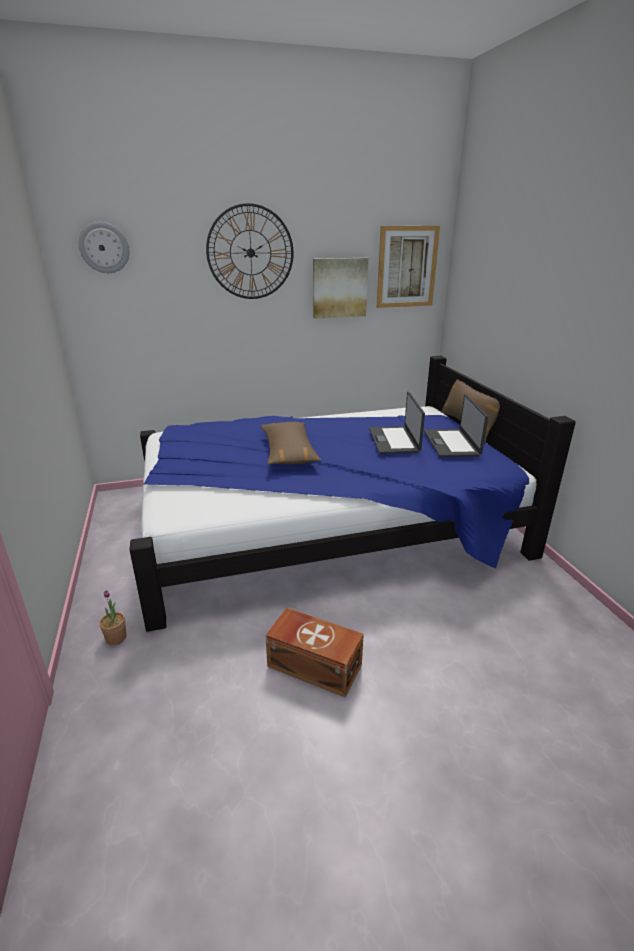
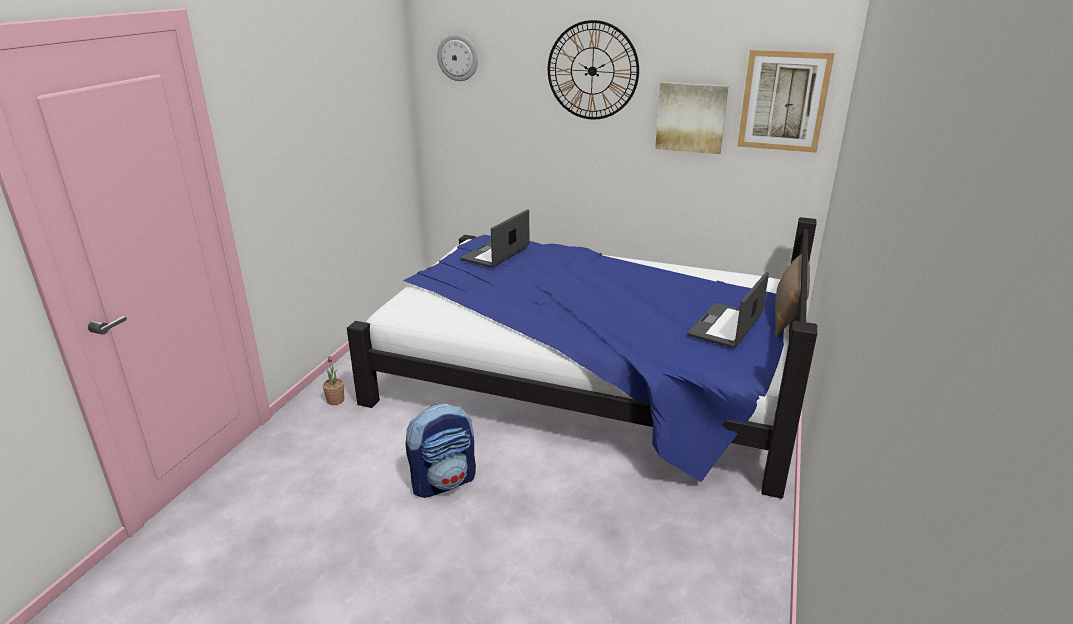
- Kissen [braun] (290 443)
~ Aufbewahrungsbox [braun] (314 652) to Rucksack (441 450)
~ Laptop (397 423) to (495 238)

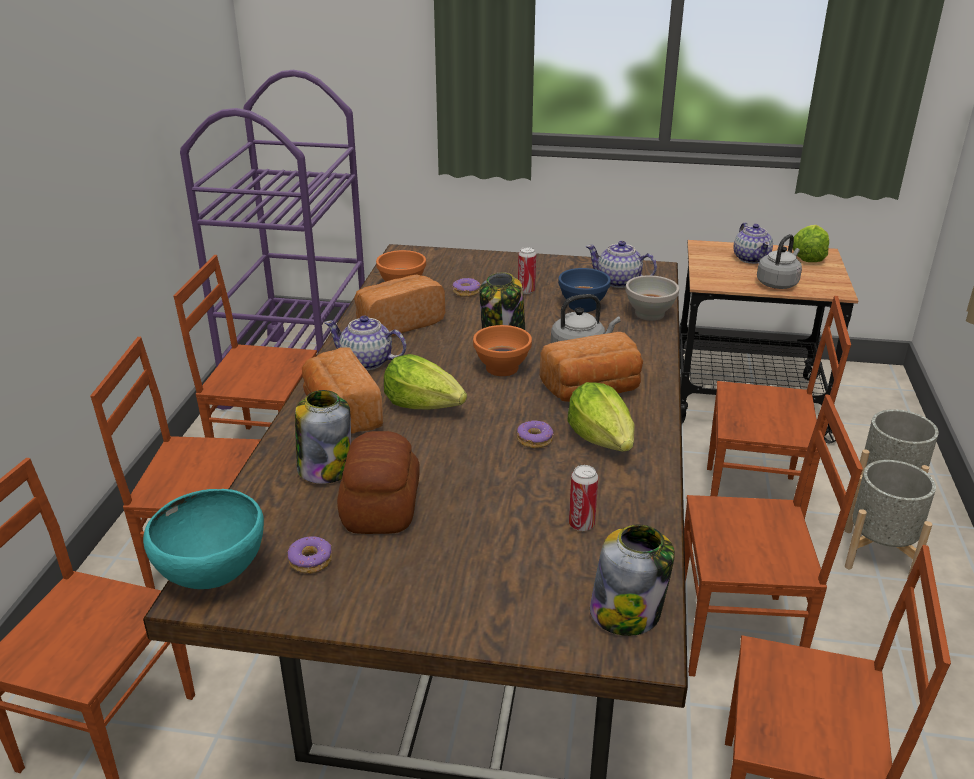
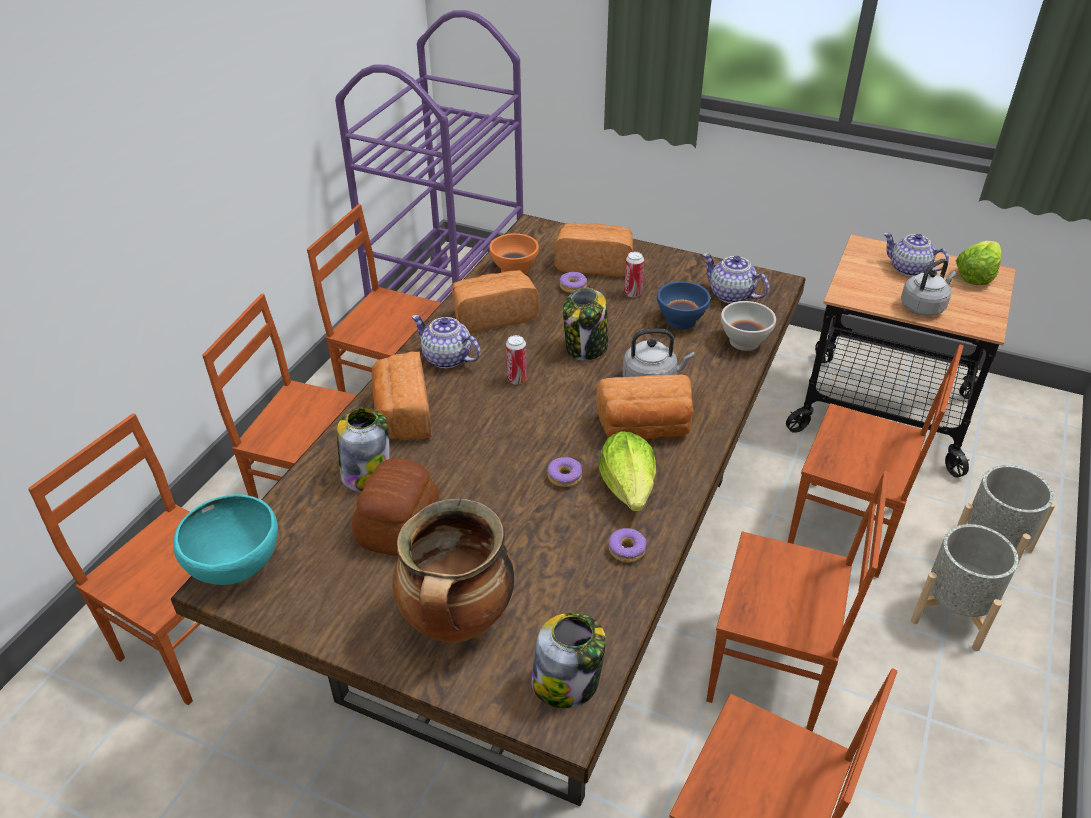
~ Donut (310 555) to (627 545)
- Salatkopf (425 381)
- Schüssel [orange] (502 350)
~ Dose (583 498) to (516 359)
~ Teekanne (753 243) = (916 255) 120 degrees clockwise
+ Kochtopf (453 570)
+ Brot (593 249)

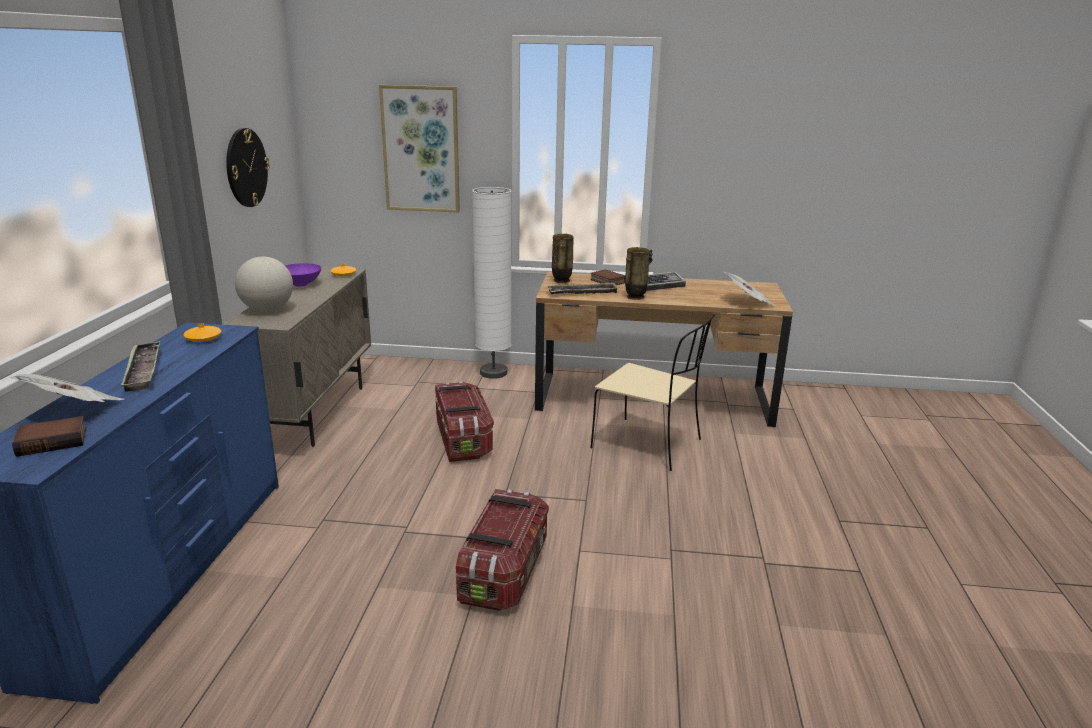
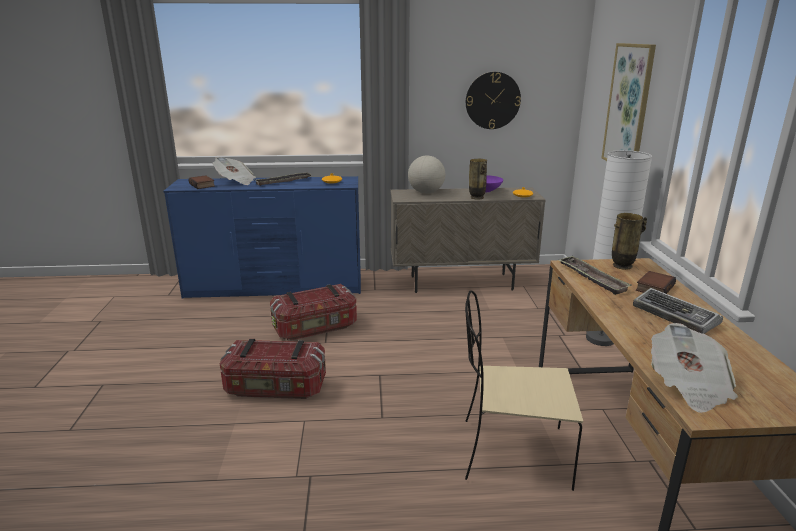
~ Aufbewahrungsbox (464 421) to (313 312)
~ Stuhl [beige] (652 392) = (524 390) 75 degrees clockwise
~ Vase (639 273) to (478 179)

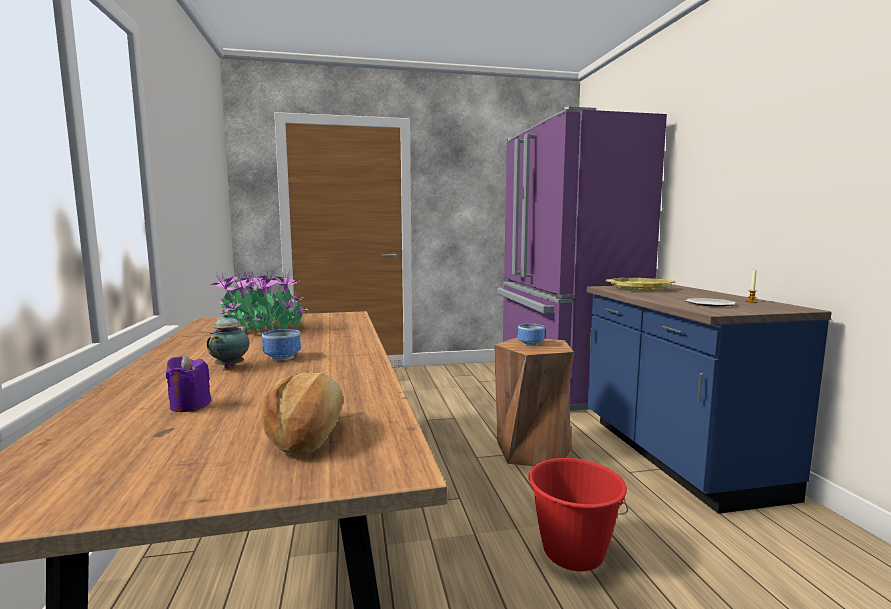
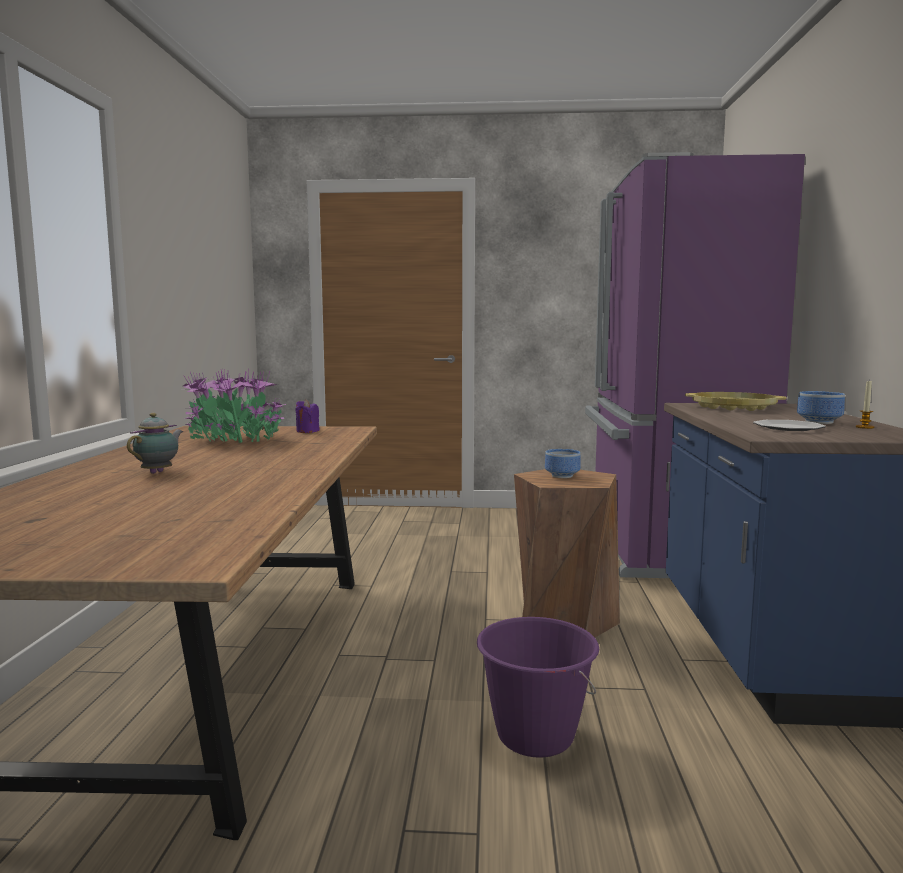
~ Kerze [lila] (188 383) to (307 416)
- Brot (302 414)
~ Schüssel (281 345) to (821 407)
~ Eimer [rot] (578 514) to Eimer [lila] (538 687)

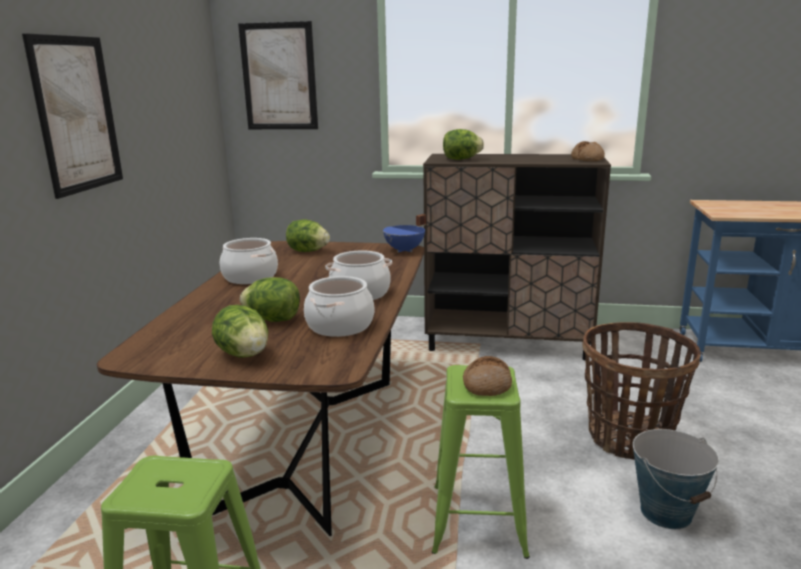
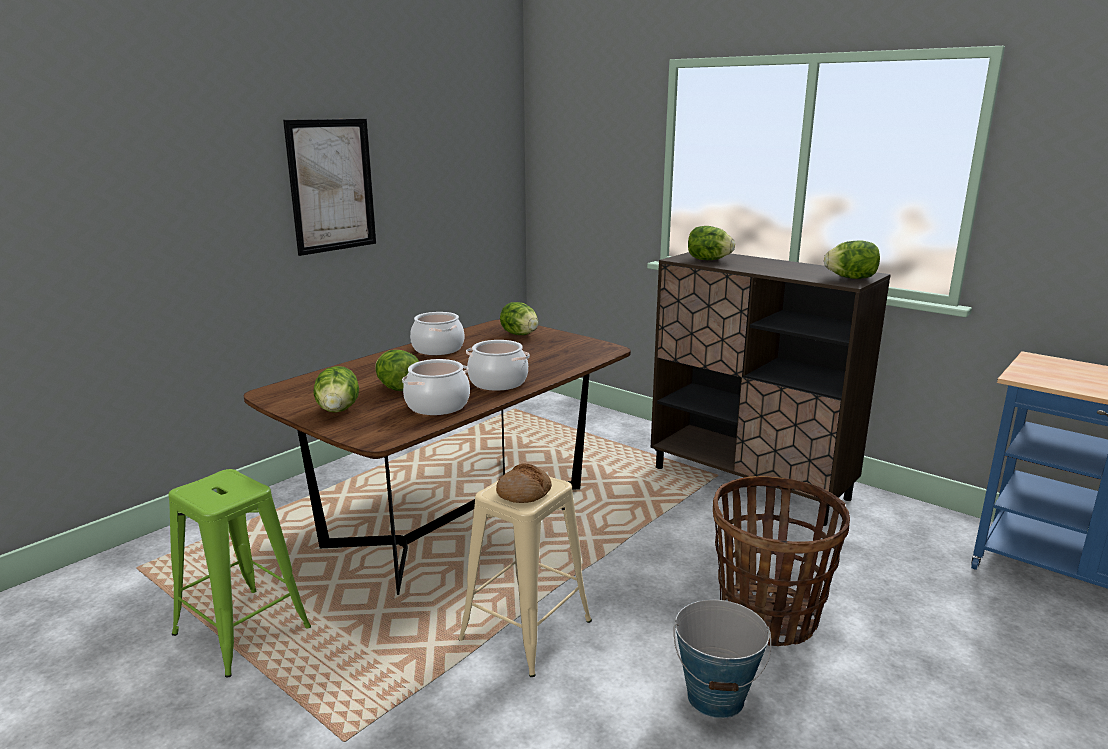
- Bild (278 75)
- Kochtopf [blau] (404 233)
~ Hocker [grün] (481 462) to Hocker [beige] (525 577)
~ Brot (588 151) to Salatkopf (852 260)

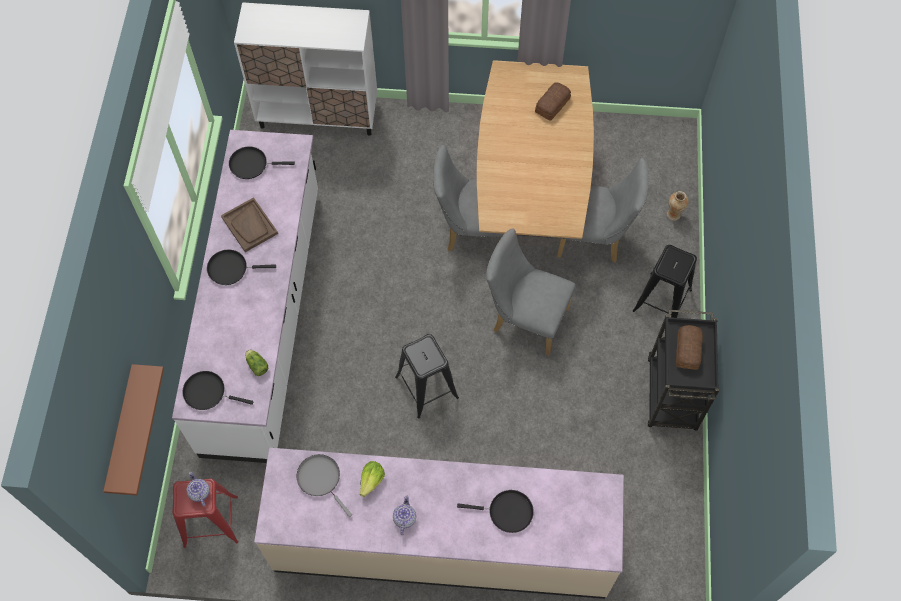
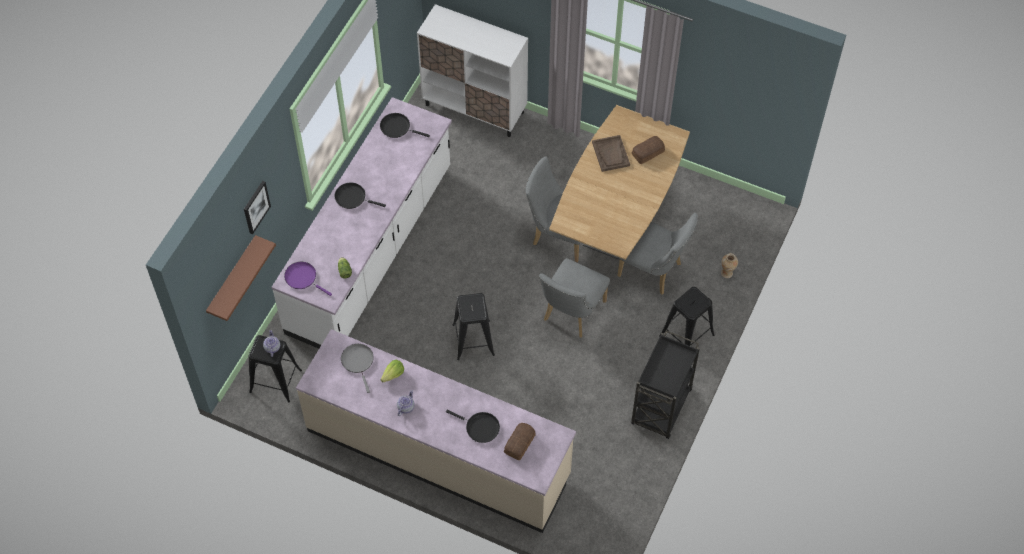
~ Hocker [rot] (205 513) to Hocker [schwarz] (275 368)
~ Pfanne [schwarz] (217 390) to Pfanne [lila] (308 279)
~ Tablett [braun] (249 224) to (611 153)
~ Stuhl [grau] (531 291) = (574 298) 105 degrees counterclockwise
~ Brot (689 347) to (519 441)
+ Bild (257 207)

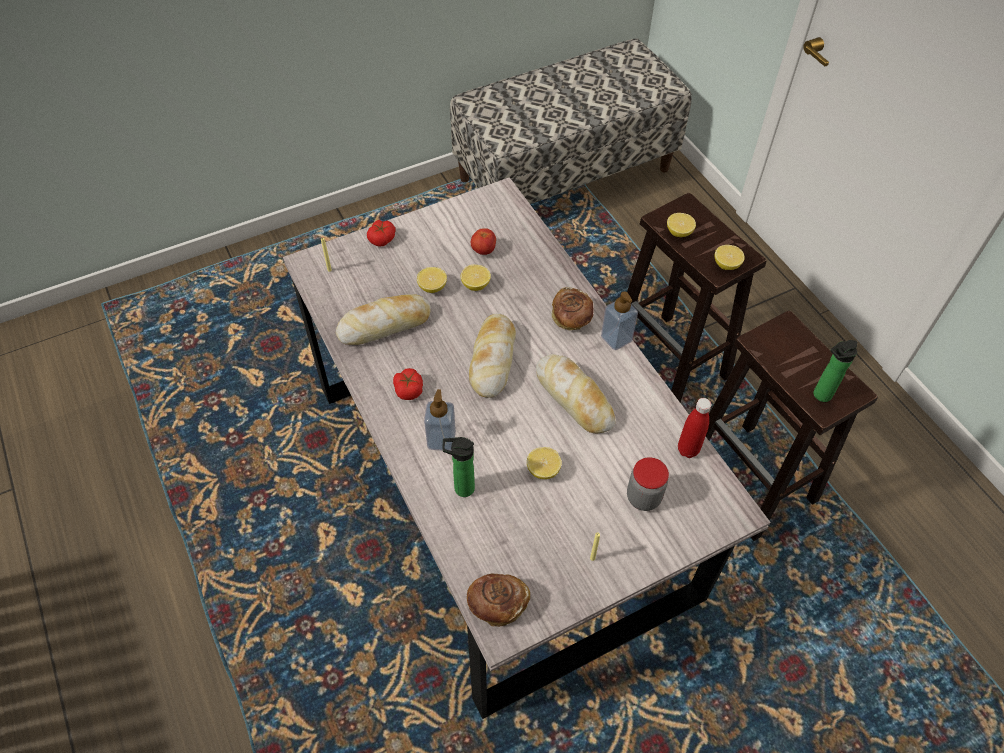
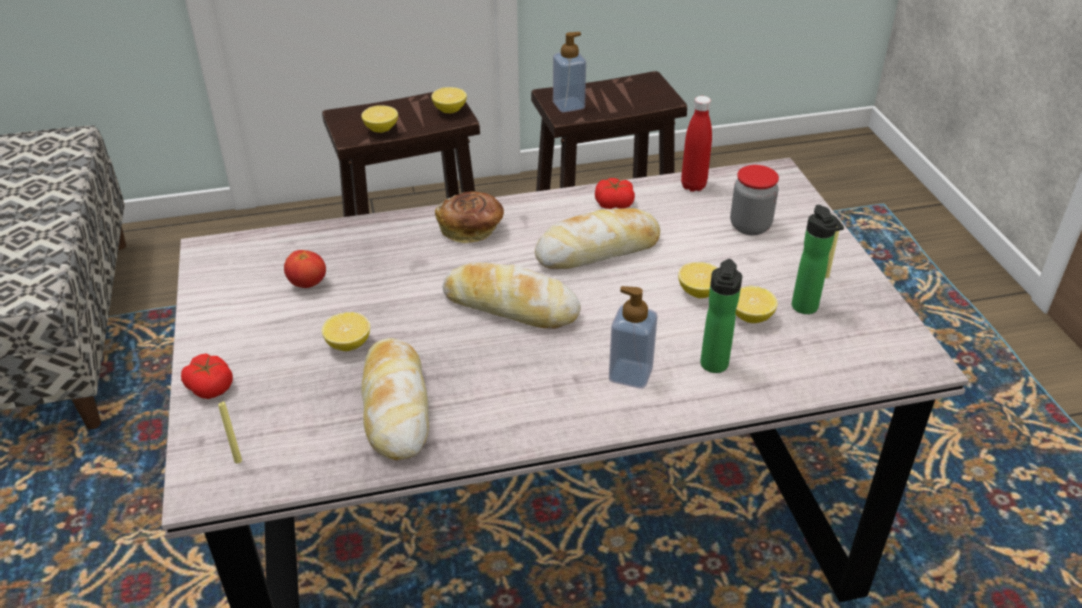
~ Tomate (408 384) to (615 193)
~ Zitrone (476 278) to (757 304)
- Brot (498 600)
~ Seifenspender (619 320) to (569 72)
~ Flasche (835 371) to (818 259)

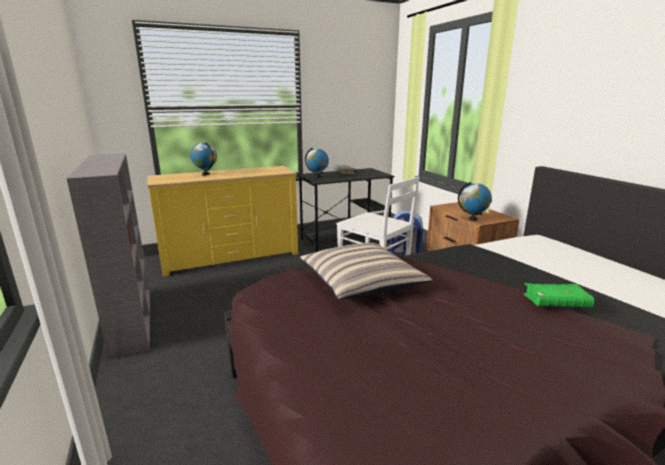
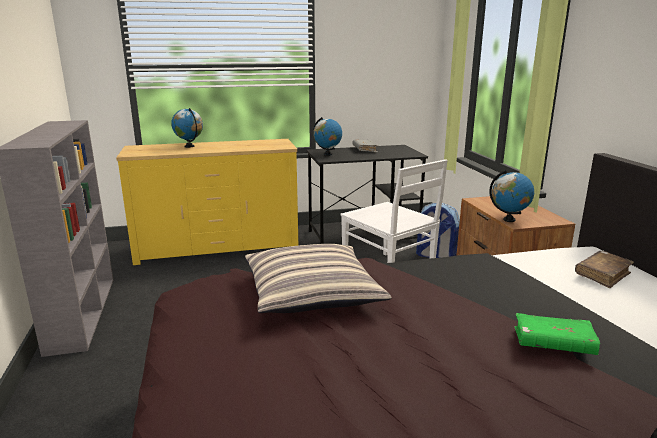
+ Buch [braun] (604 269)

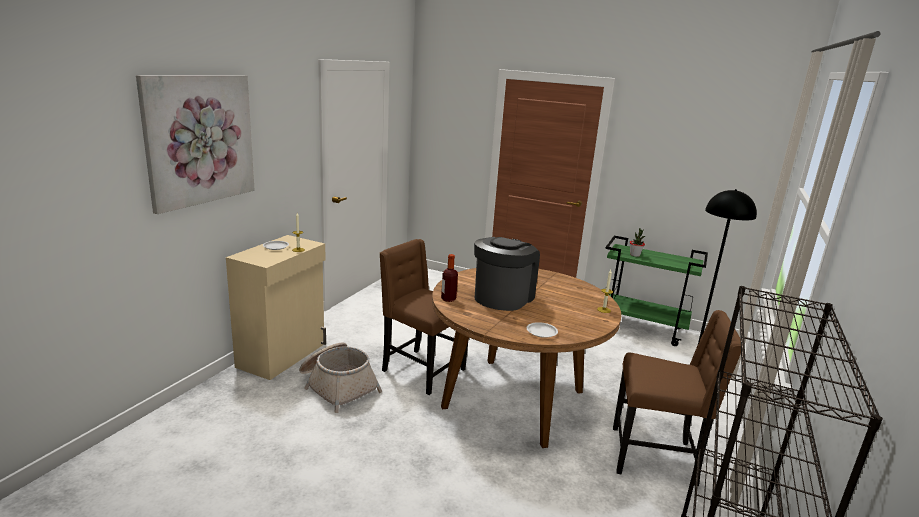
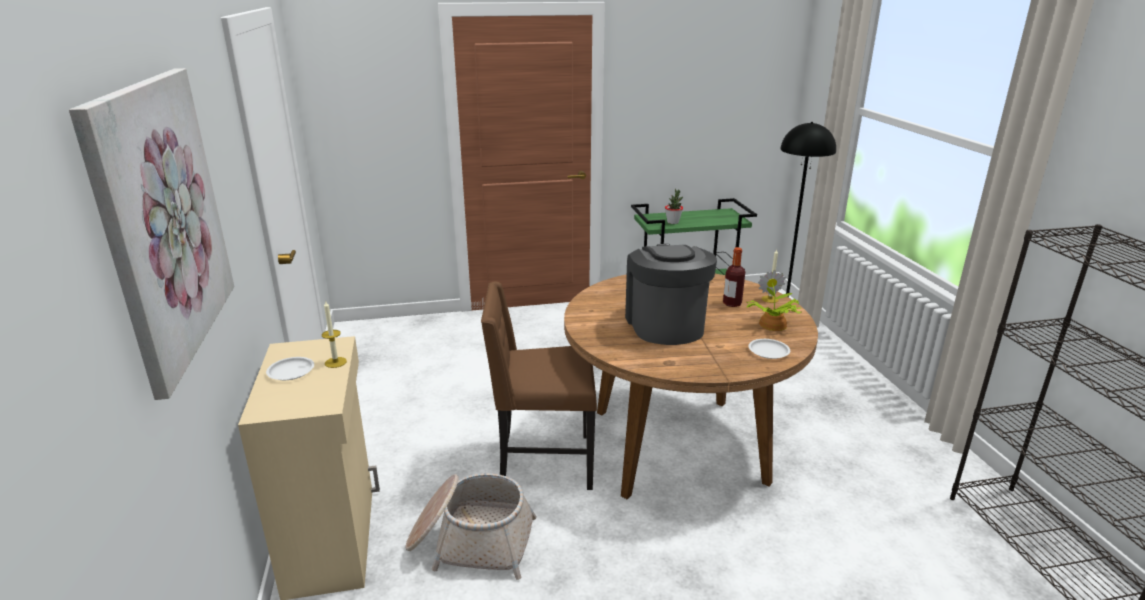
~ Flasche (449 278) to (734 277)
- Stuhl [braun] (677 398)
+ Topfpflanze (773 300)

